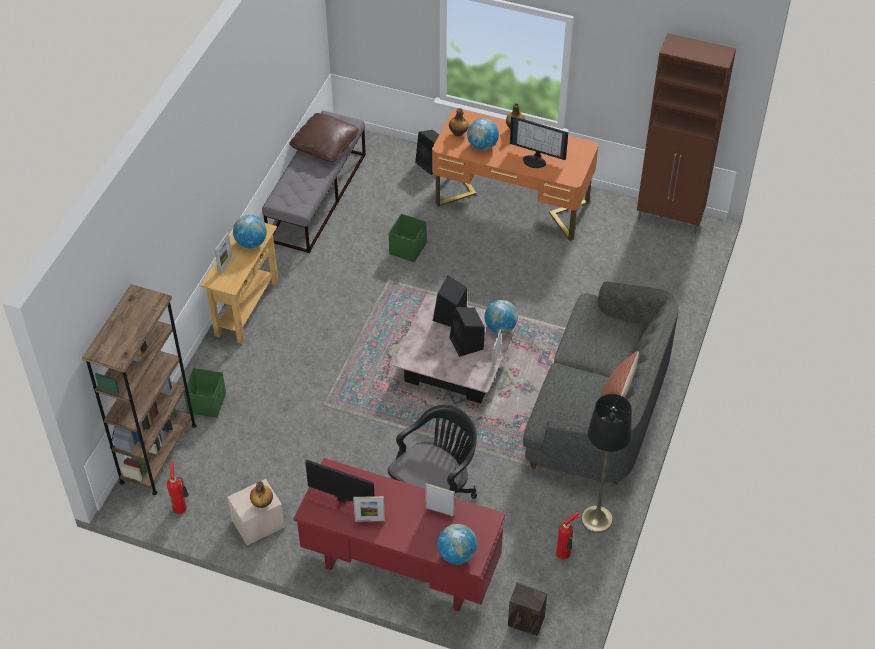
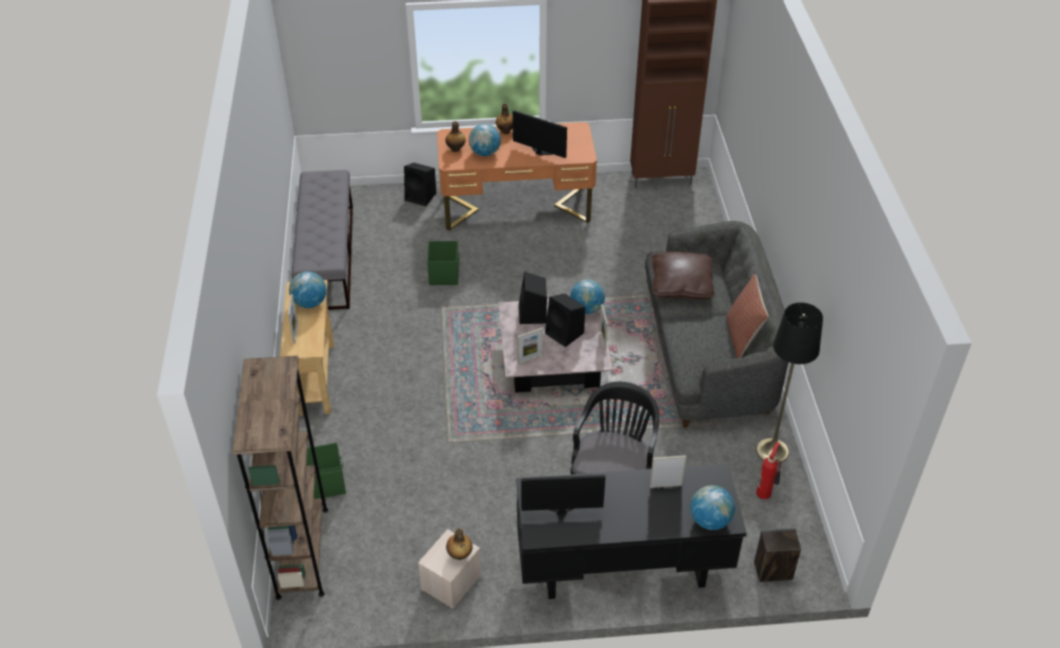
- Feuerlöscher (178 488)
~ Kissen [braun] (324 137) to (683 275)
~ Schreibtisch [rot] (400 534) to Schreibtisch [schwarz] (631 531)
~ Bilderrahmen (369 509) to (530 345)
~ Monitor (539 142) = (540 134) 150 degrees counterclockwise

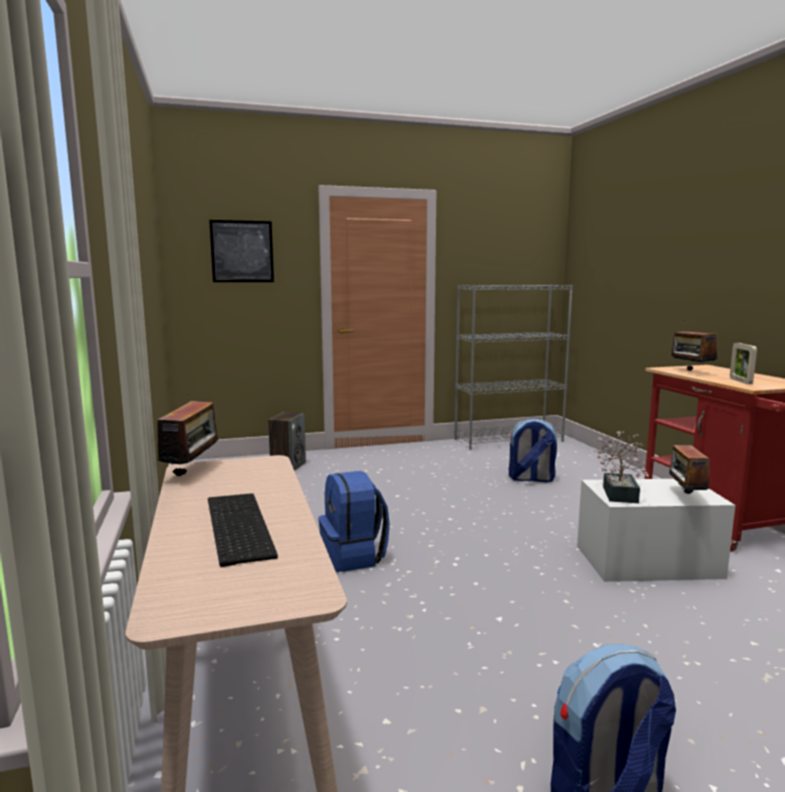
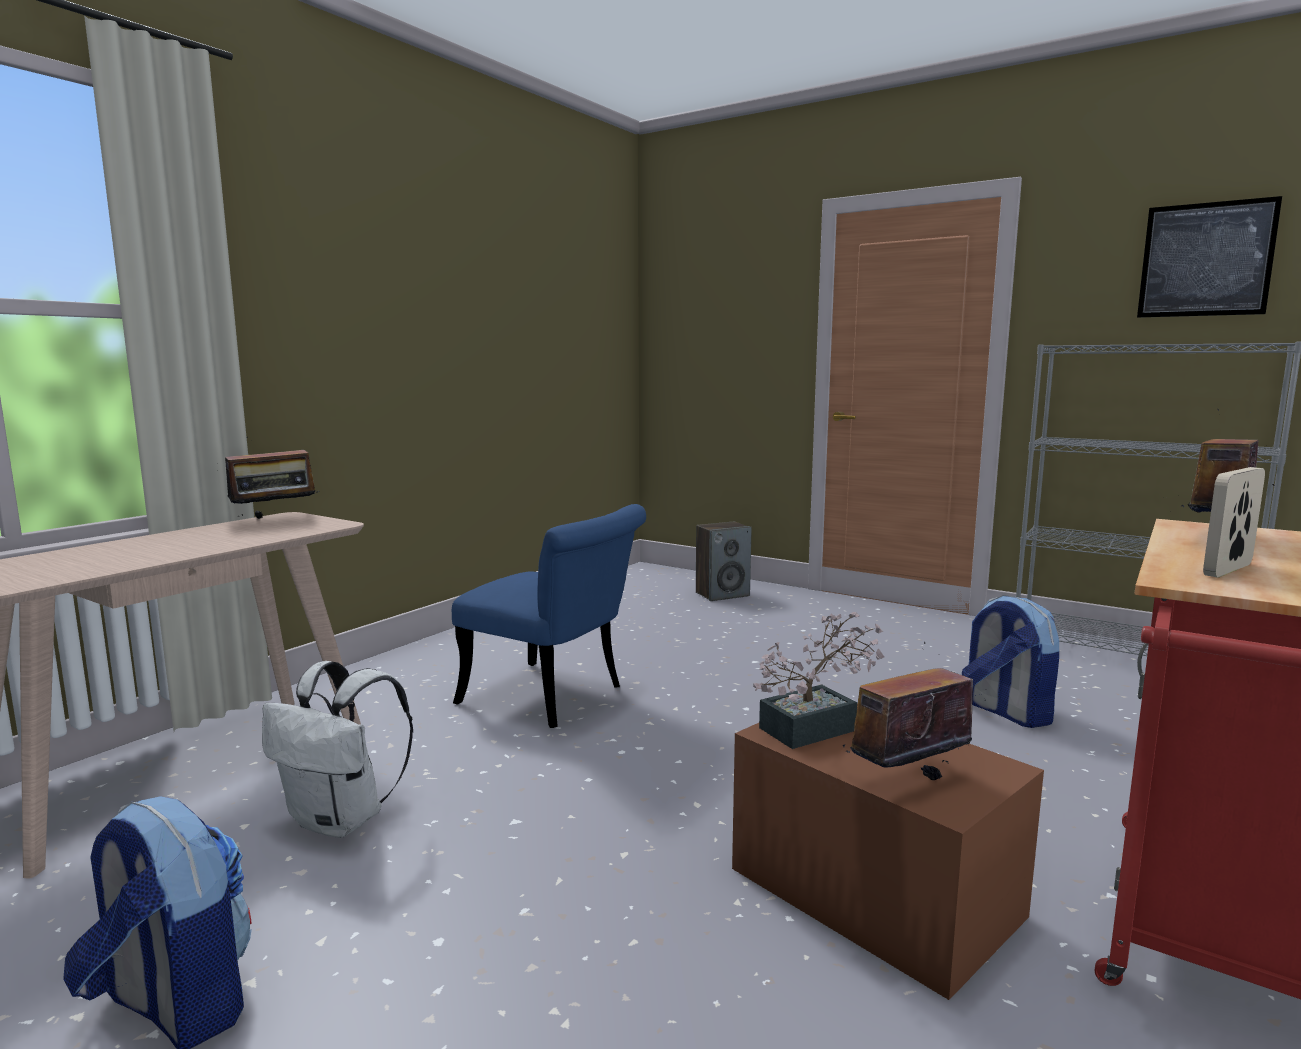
- Tastatur (243 530)
~ Bild (241 251) to (1209 257)
~ Rucksack [blau] (354 521) to Stuhl [blau] (549 616)
~ Aufbewahrungsbox [weiß] (656 530) to Aufbewahrungsbox [braun] (888 852)
+ Rucksack [weiß] (337 749)

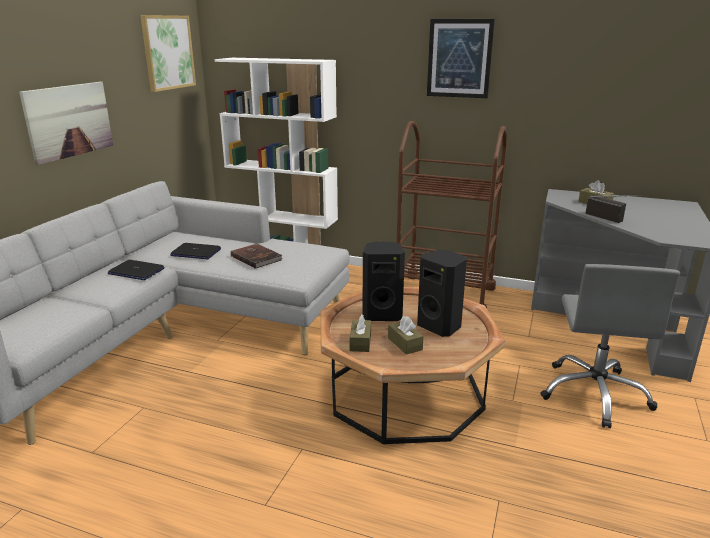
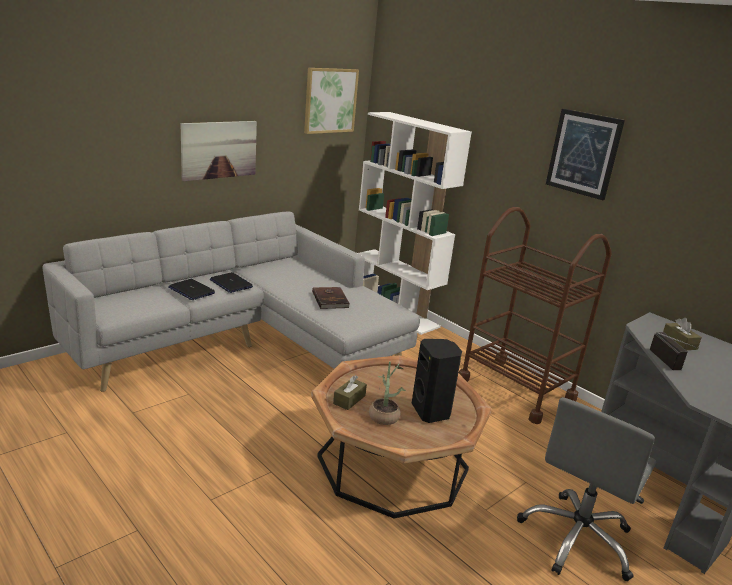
~ Laptop (195 251) to (191 289)
- Lautsprecher [schwarz] (383 281)
~ Taschentuchbox [braun] (406 335) to Topfpflanze (387 393)

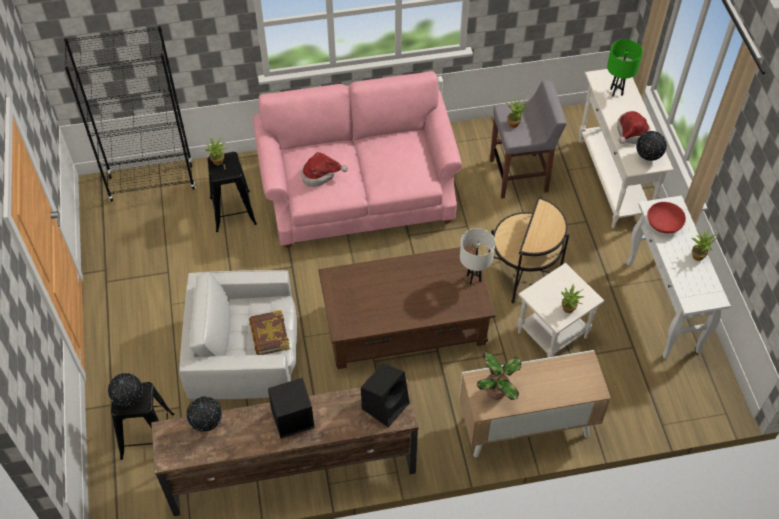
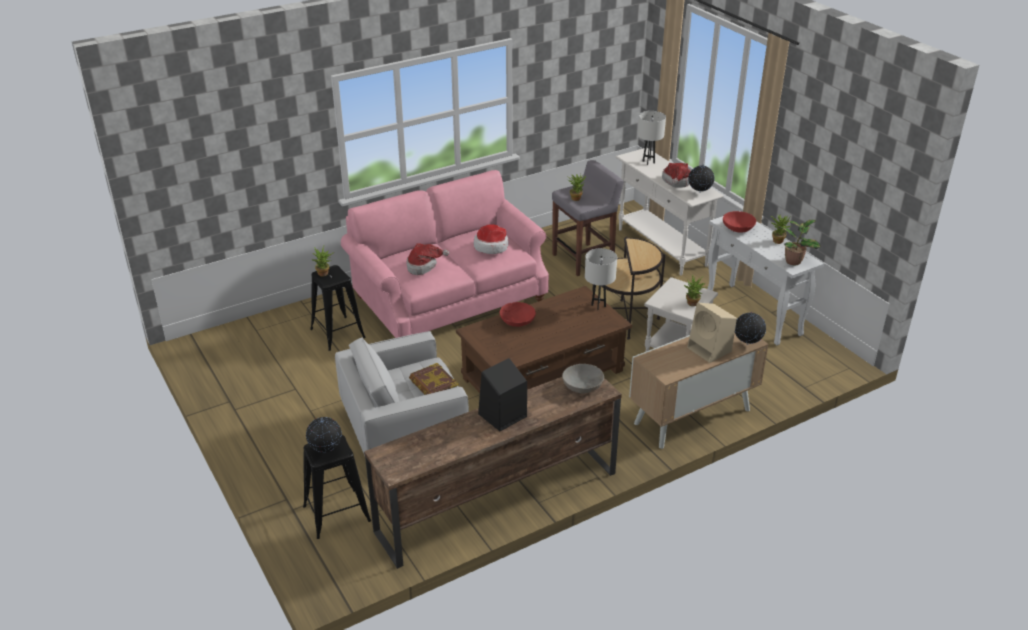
- Bücherregal [schwarz] (130 114)
~ Globus (204 414) to (750 328)
~ Lautsprecher [schwarz] (385 395) to Schüssel [grau] (583 379)
~ Topfpflanze (499 376) to (799 243)
~ Tischlampe [grün] (625 67) to Tischlampe [weiß] (652 138)
+ Hut (491 239)
+ Schüssel [rot] (517 314)
+ Lautsprecher [beige] (712 333)

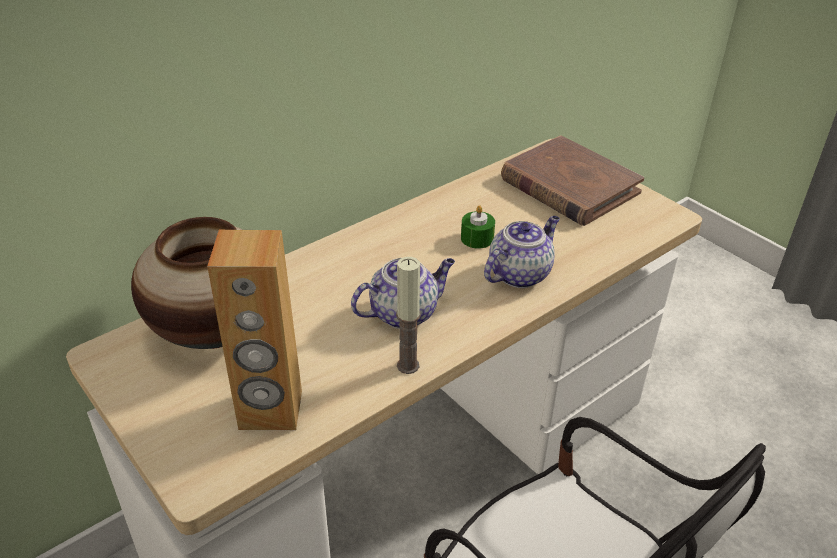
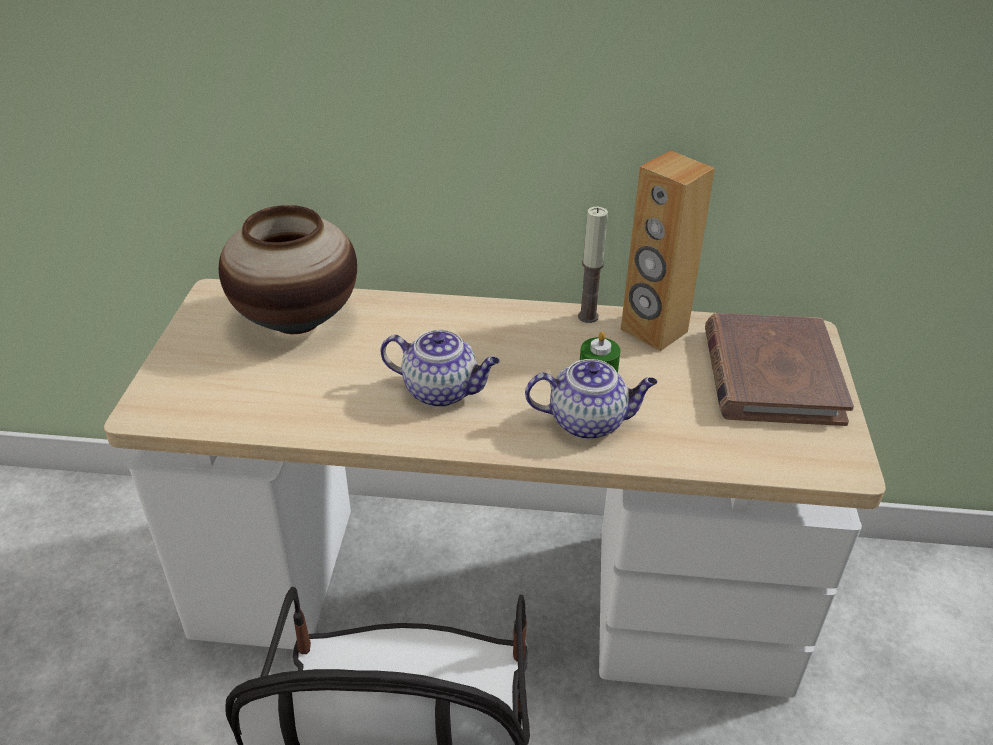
~ Lautsprecher [braun] (254 330) to (668 251)
~ Kerze (408 315) to (593 265)

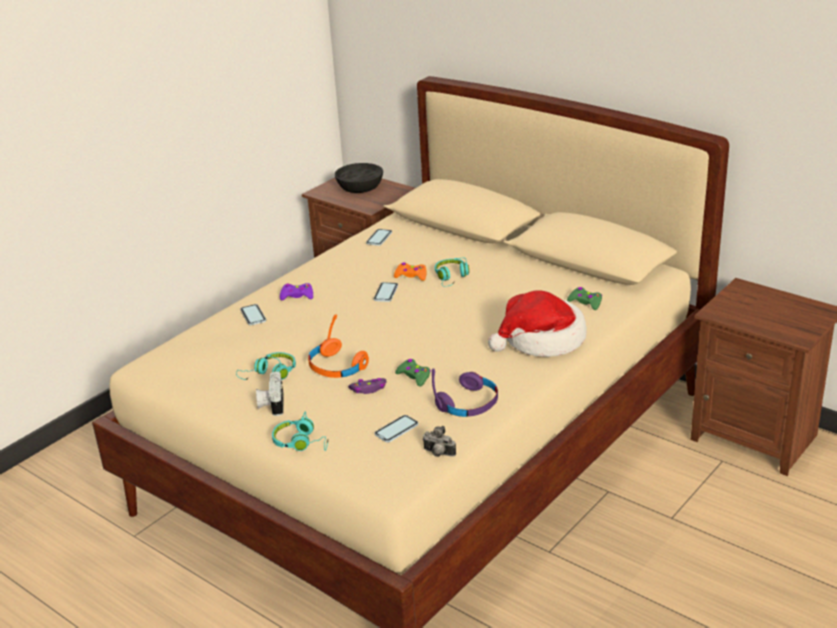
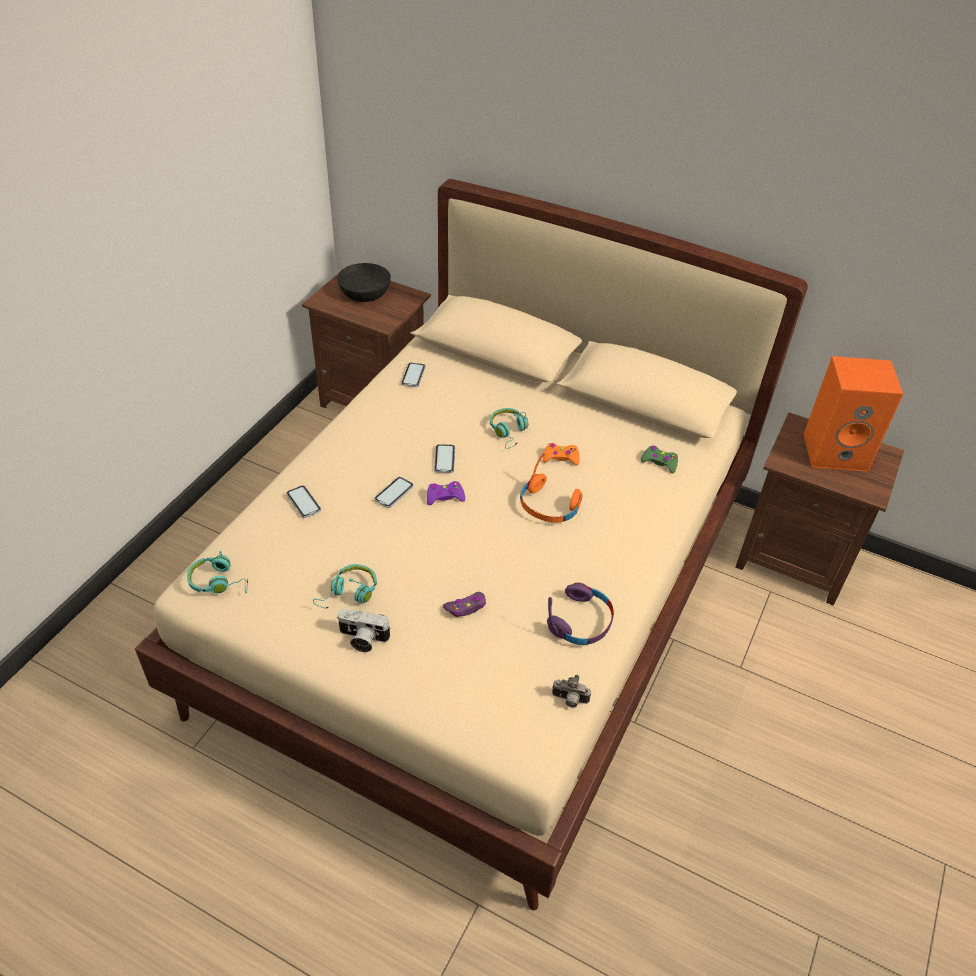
~ Kamera (270 393) = (364 630) 60 degrees counterclockwise
~ Kopfhörer [türkis] (300 431) to (217 572)
~ Gamepad [lila] (296 291) to (446 493)
~ Kopfhörer [orange] (338 346) to (551 487)
~ Handy (396 429) to (394 492)
~ Gamepad [orange] (410 271) to (561 454)
- Gamepad [grün] (413 373)
- Hut (537 323)
+ Lautsprecher [orange] (853 414)

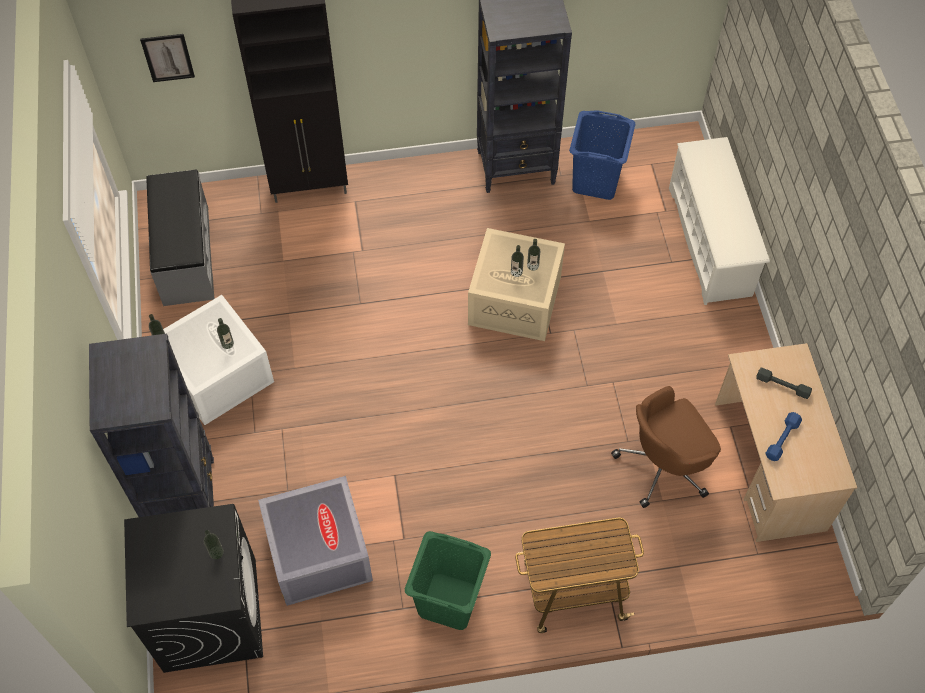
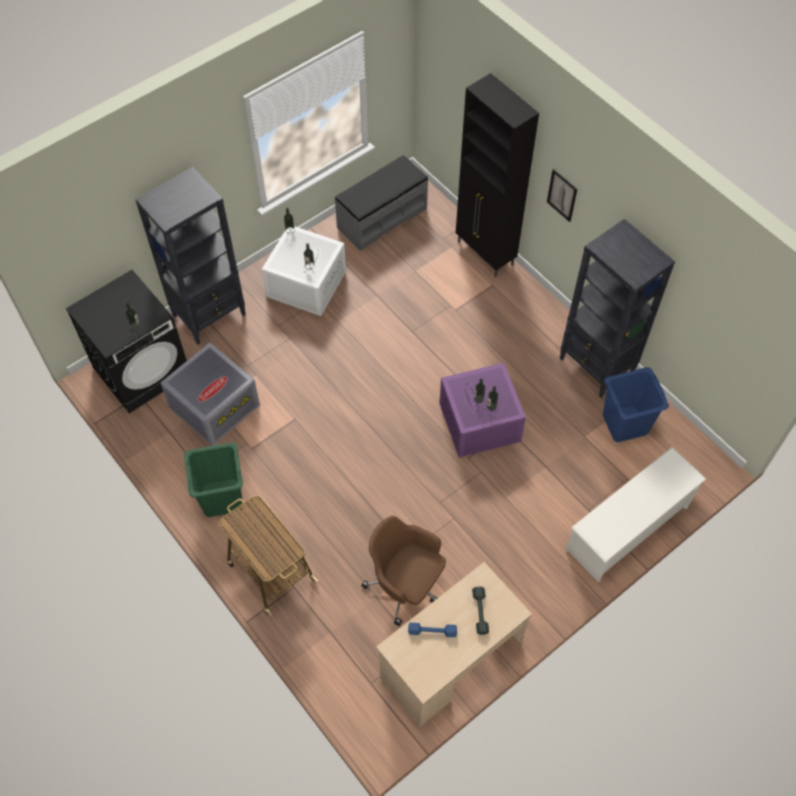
~ Bild (167 58) to (562 195)
~ Aufbewahrungsbox [beige] (516 284) to Aufbewahrungsbox [lila] (482 410)

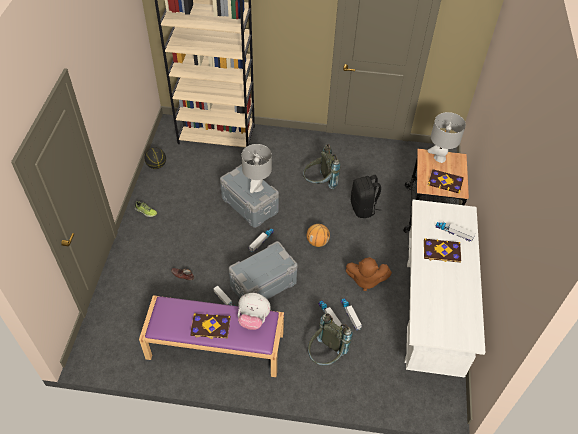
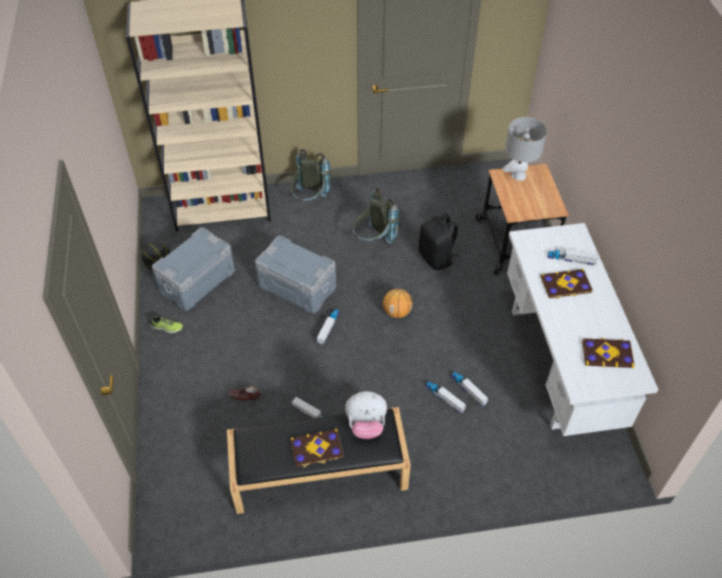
~ Bank [lila] (211 336) to Bank [schwarz] (319 460)
~ Aufbewahrungsbox [grau] (263 270) to (193 269)
- Tischlampe [grau] (257 168)
~ Rucksack [grau] (330 339) to (310 175)
- Plüschtier [braun] (369 274)
~ Buch (446 181) to (608 352)

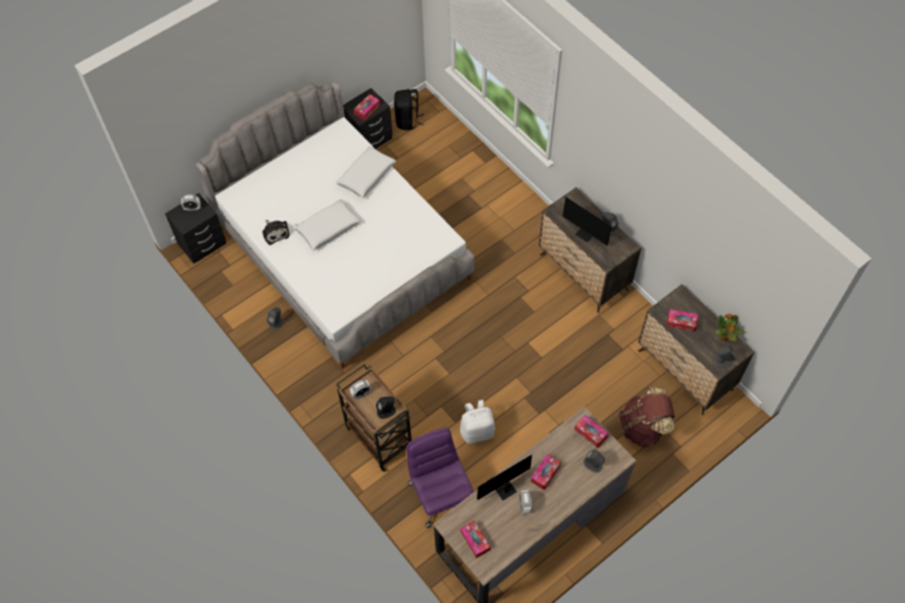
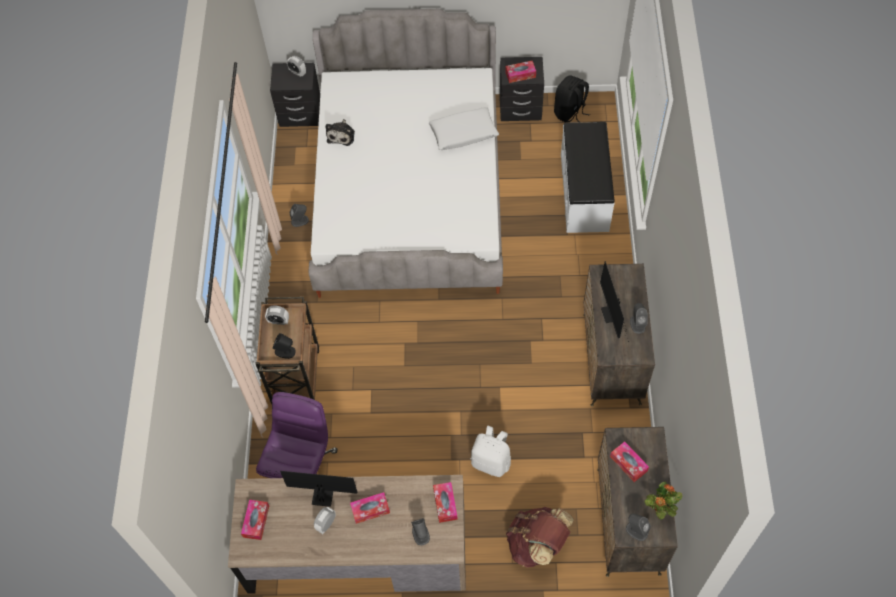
- Kissen [weiß] (327 224)
~ Rucksack [weiß] (477 422) to (491 451)
+ Bank [weiß] (588 177)

